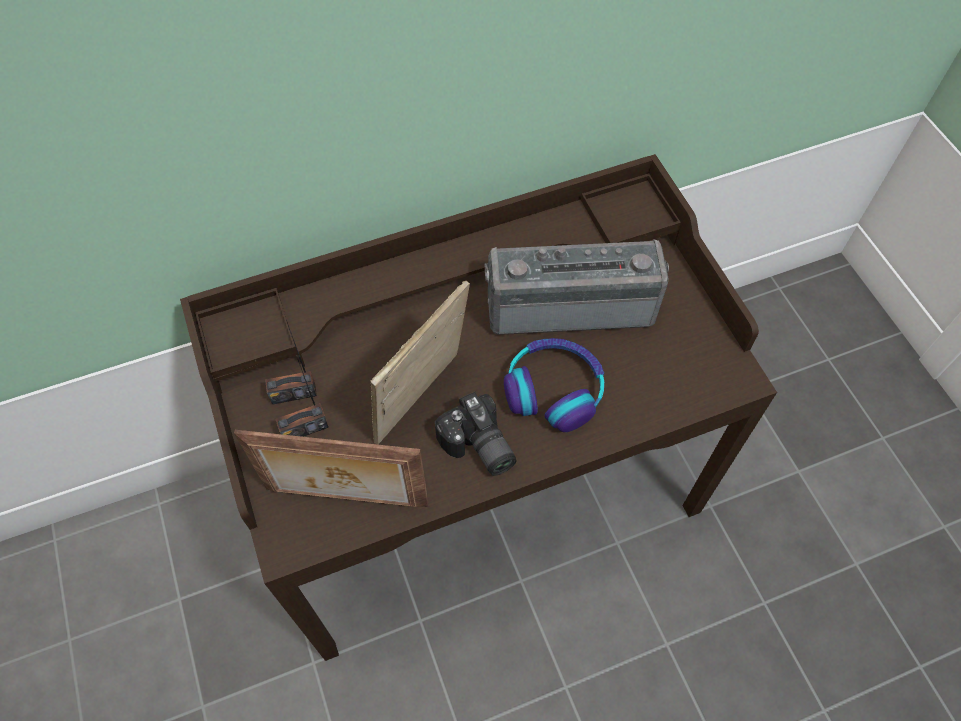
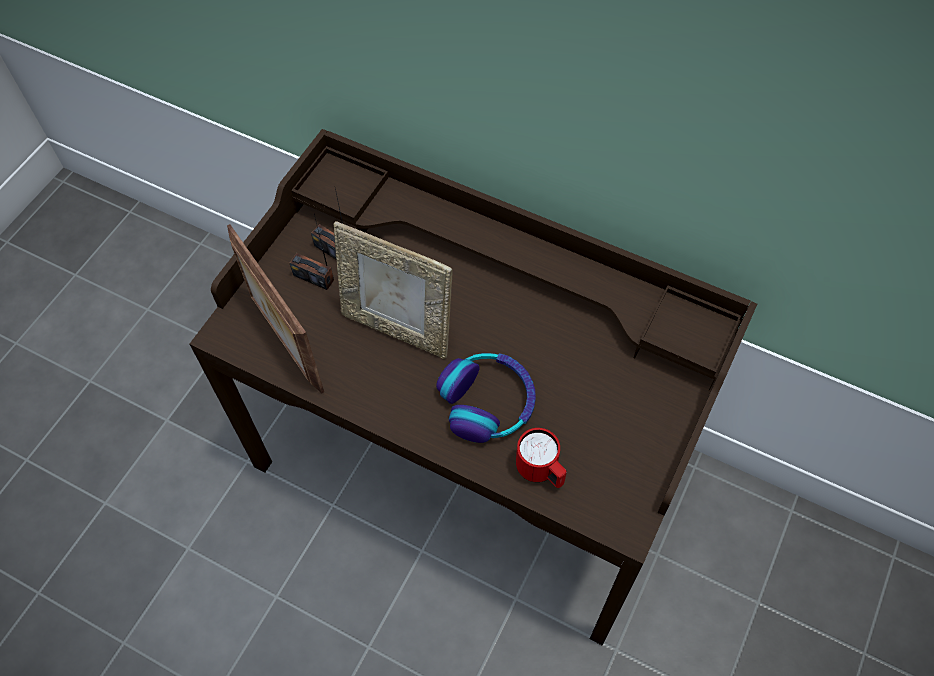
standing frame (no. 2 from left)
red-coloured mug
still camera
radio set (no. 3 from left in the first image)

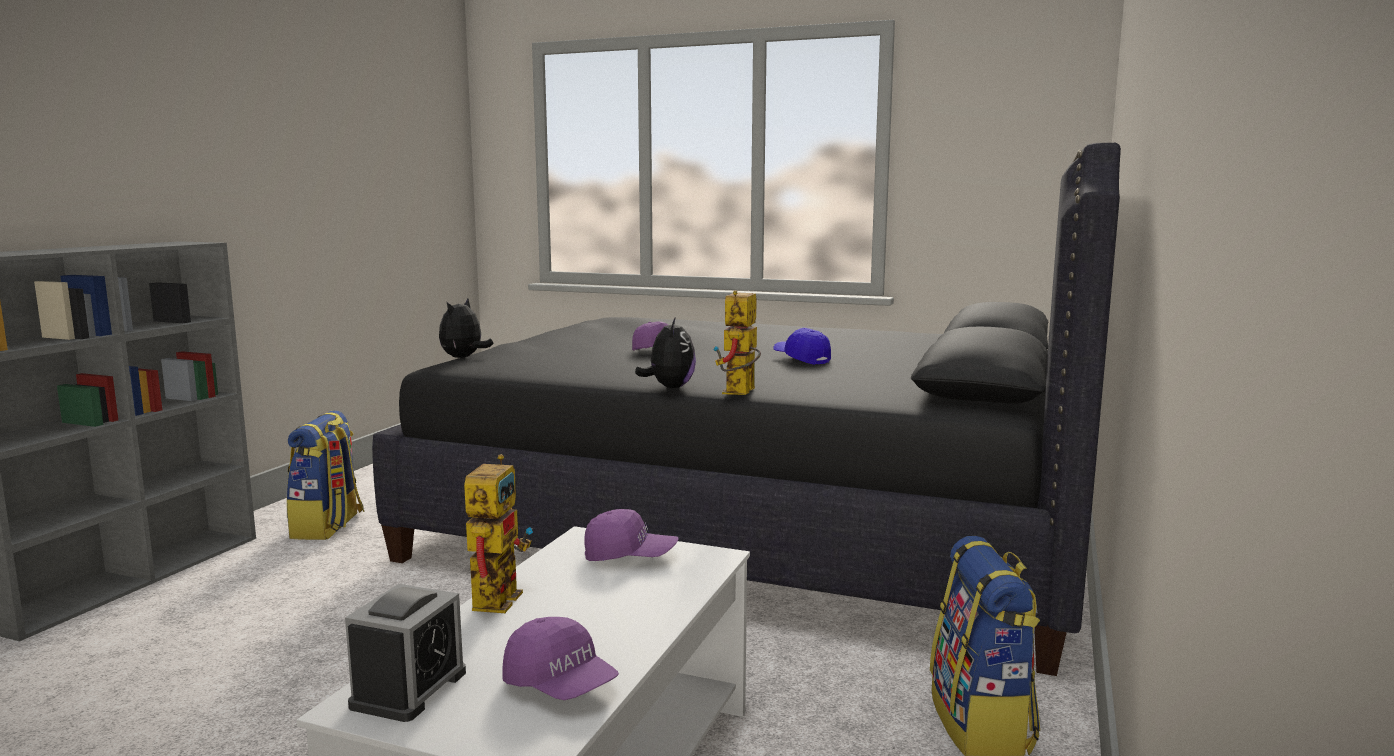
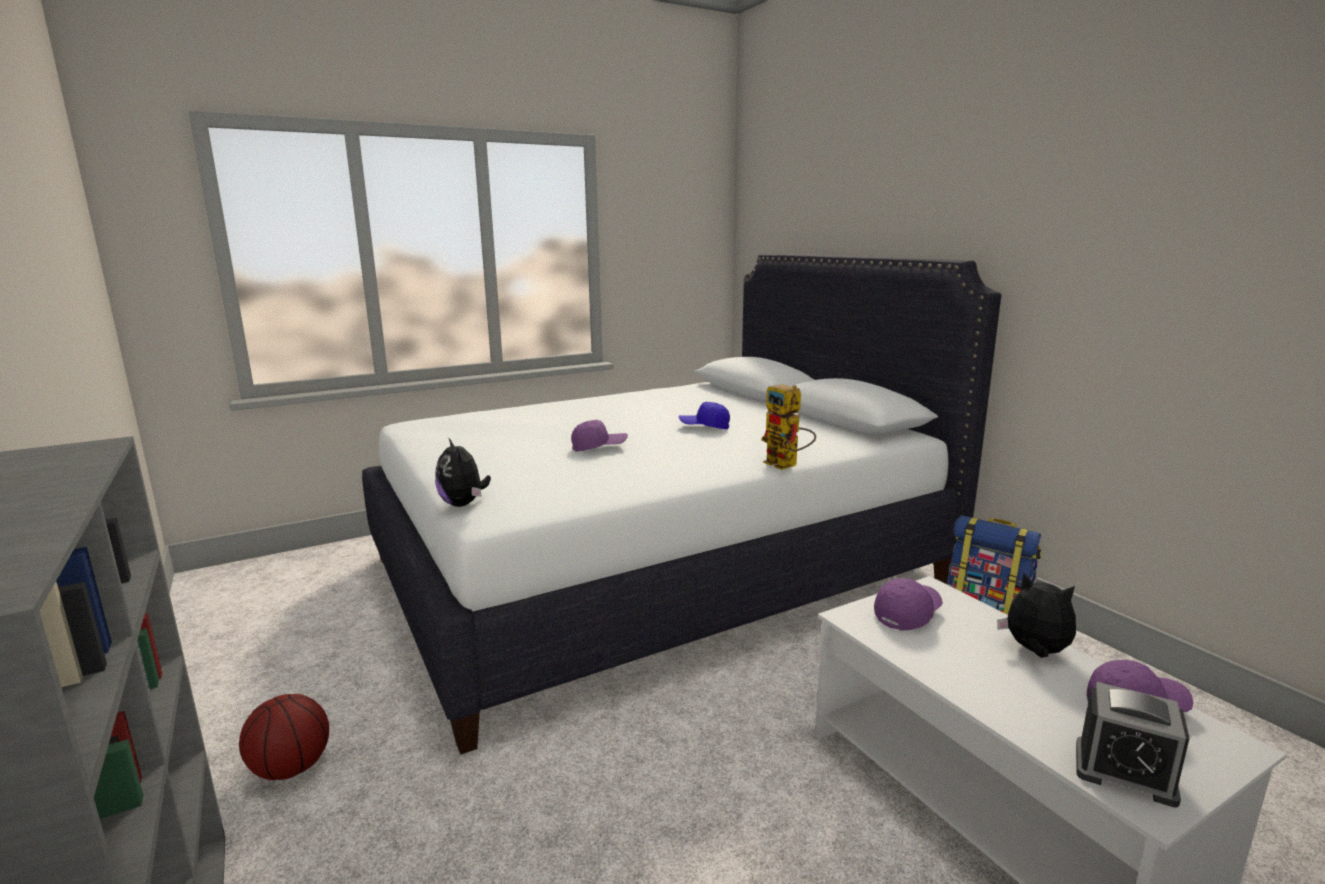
ball for basketball
whitish bed
plush toy (no. 2 from left)
bedside clock
robot figure (no. 1 from left in the first image)

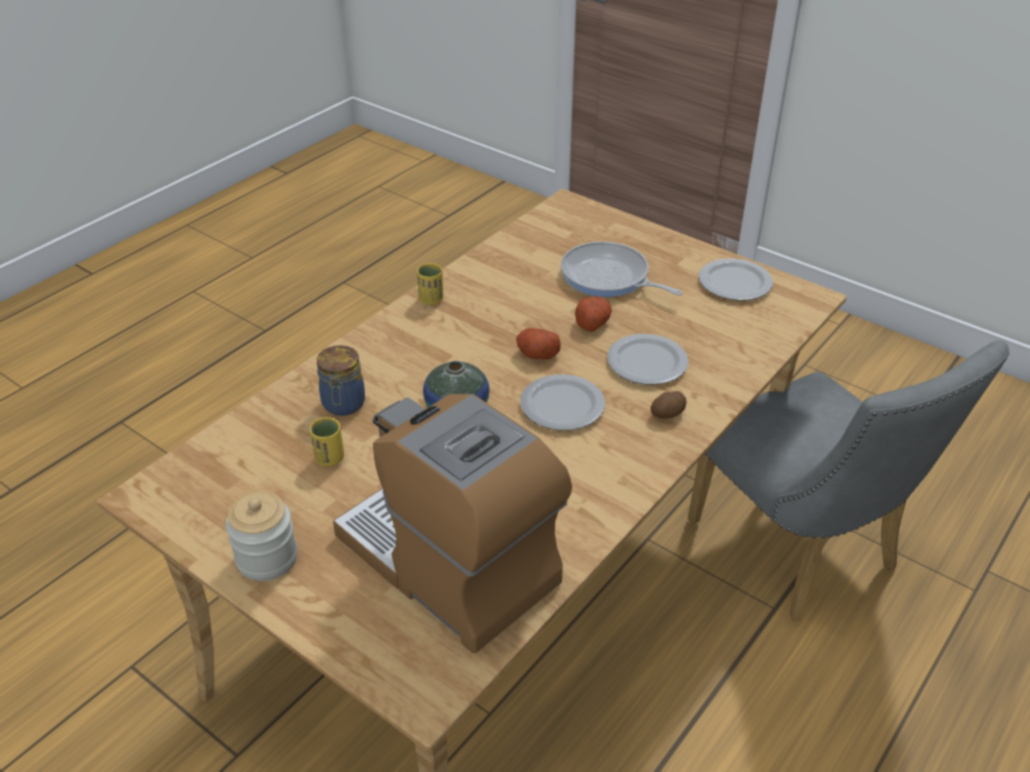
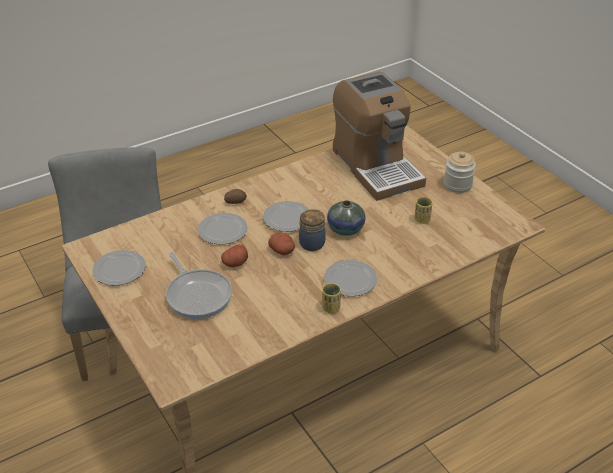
preserve jar (no. 1 from left)
flat dish (no. 4 from left)

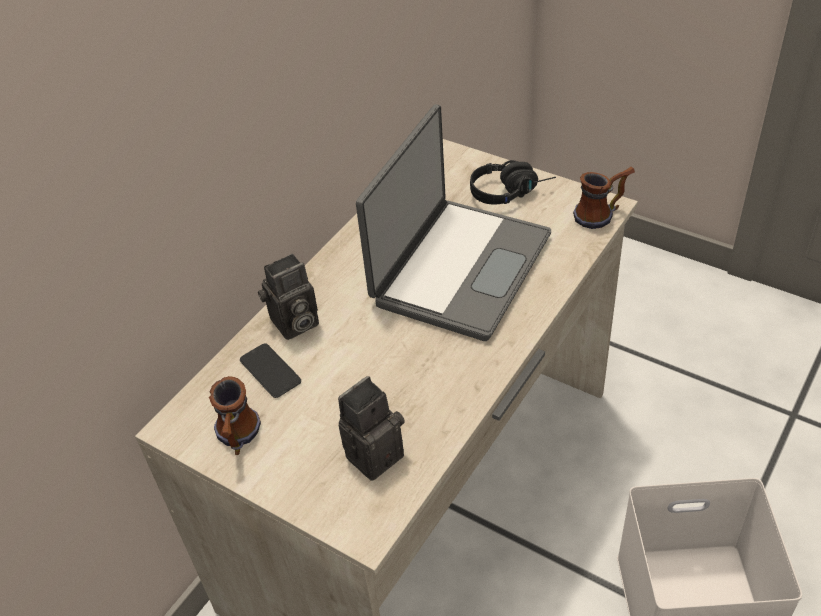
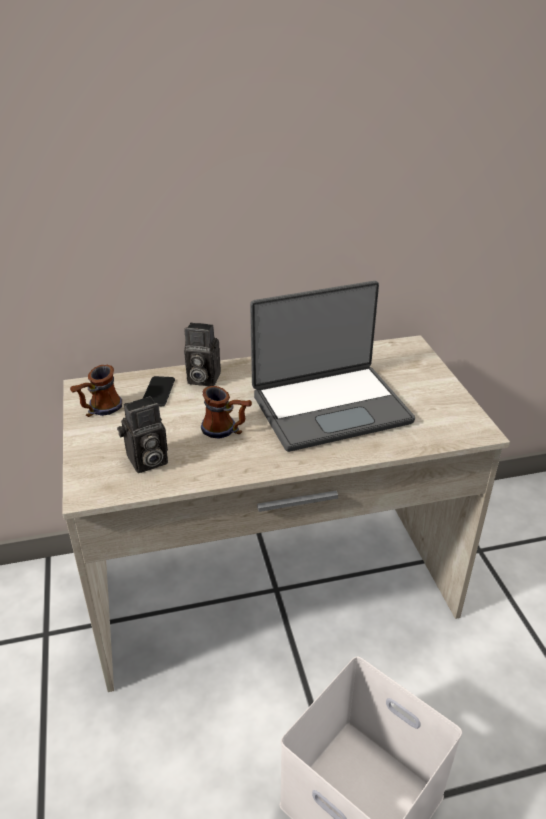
still camera (no. 1 from left)
mug (no. 2 from left)
black pair of headphones

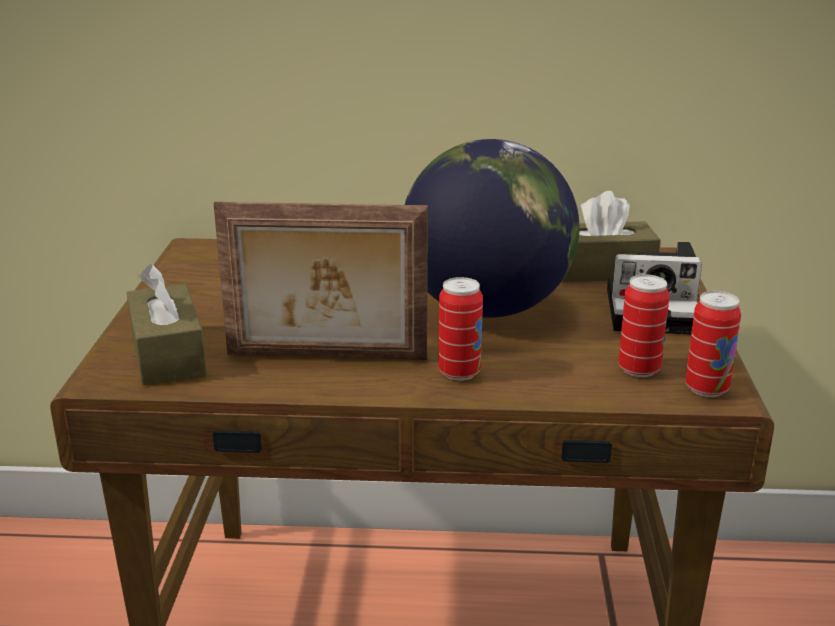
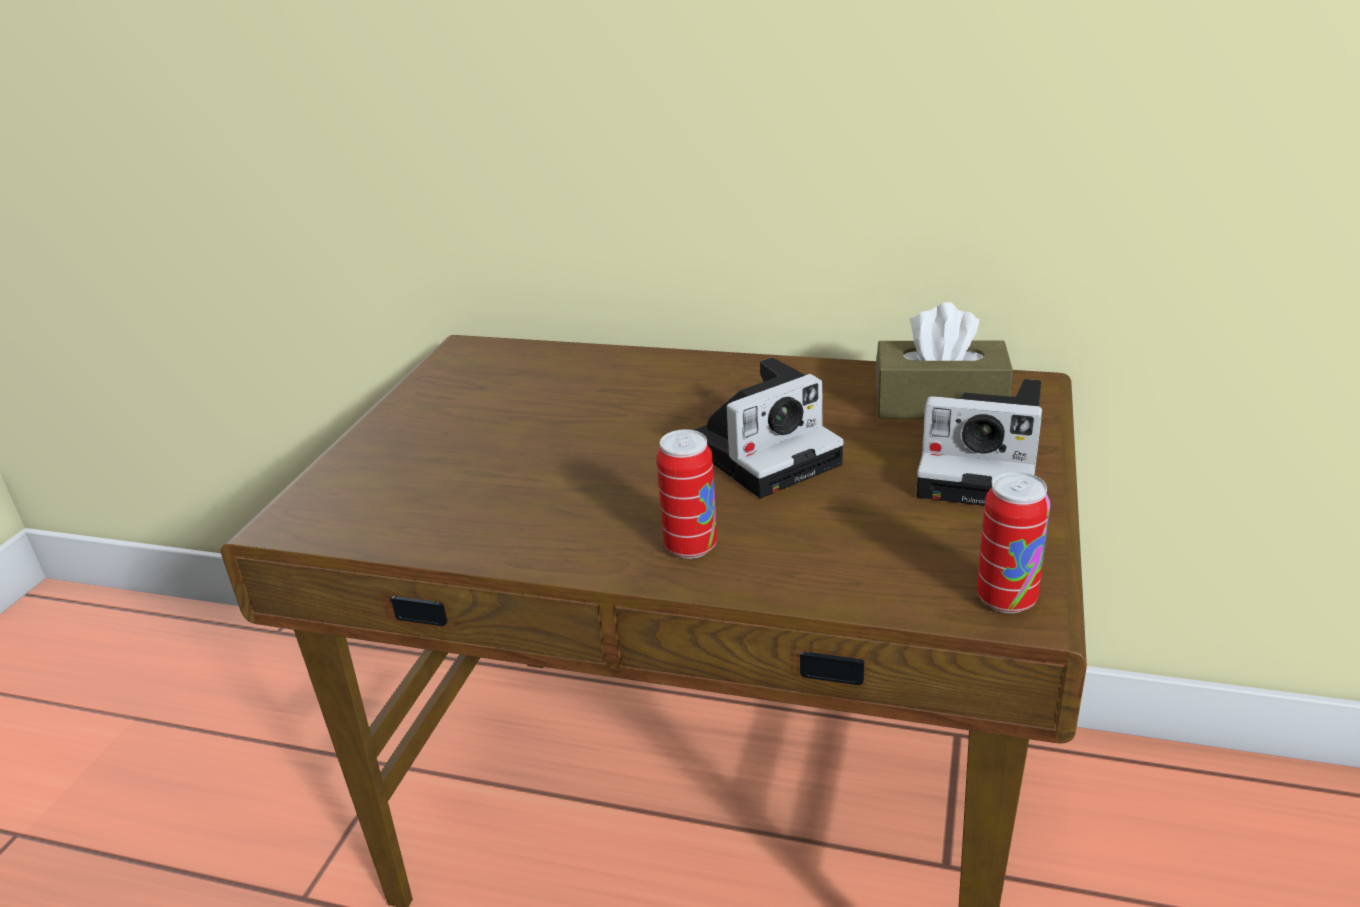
still camera (no. 1 from left)
brown tissue holder (no. 1 from left in the first image)
standing frame
metal can (no. 2 from left in the first image)

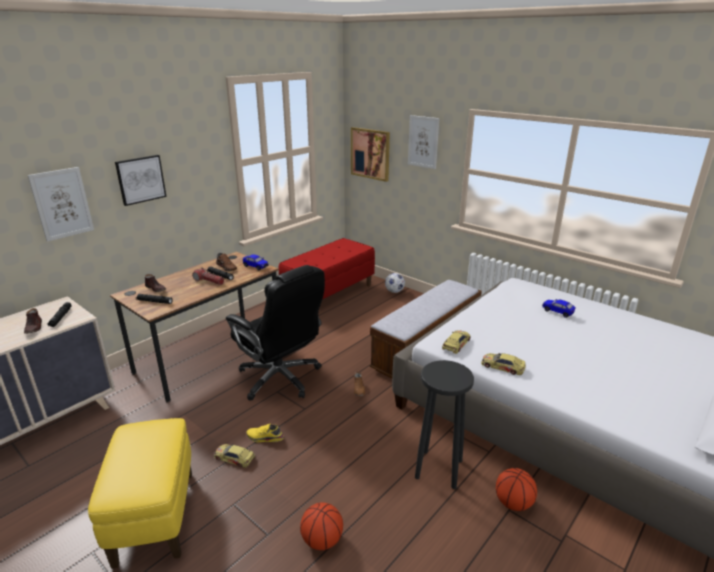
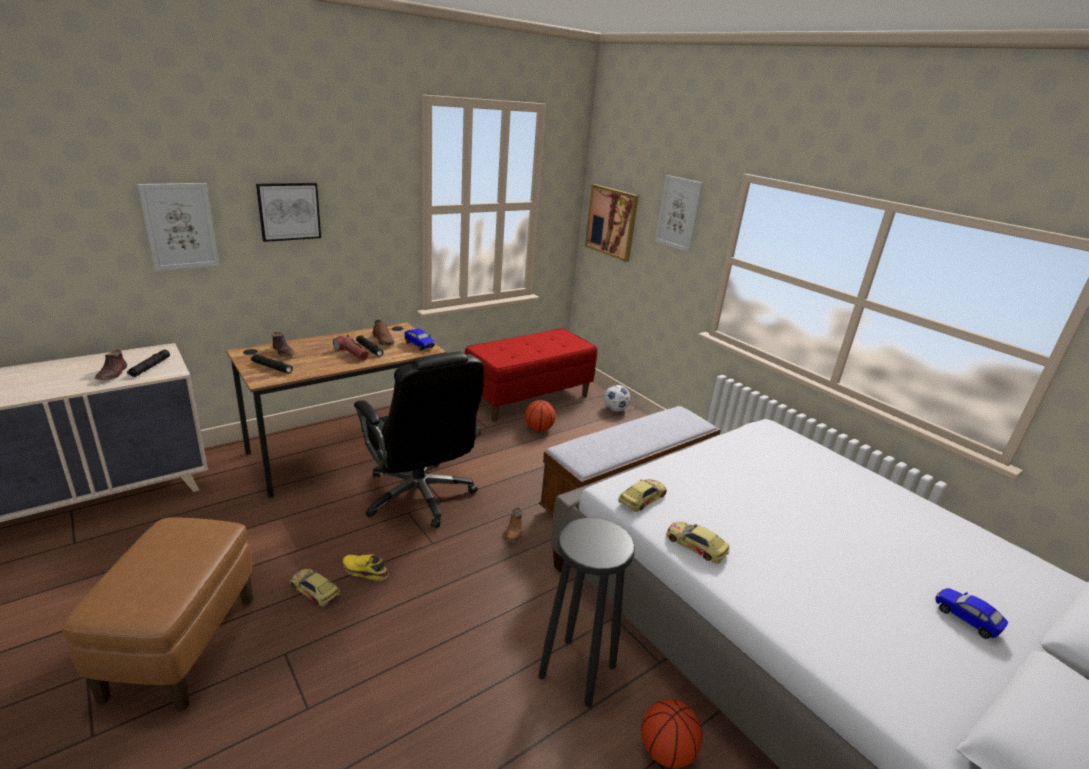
brown footrest
ball for basketball (no. 1 from left)
toy car (no. 5 from left)

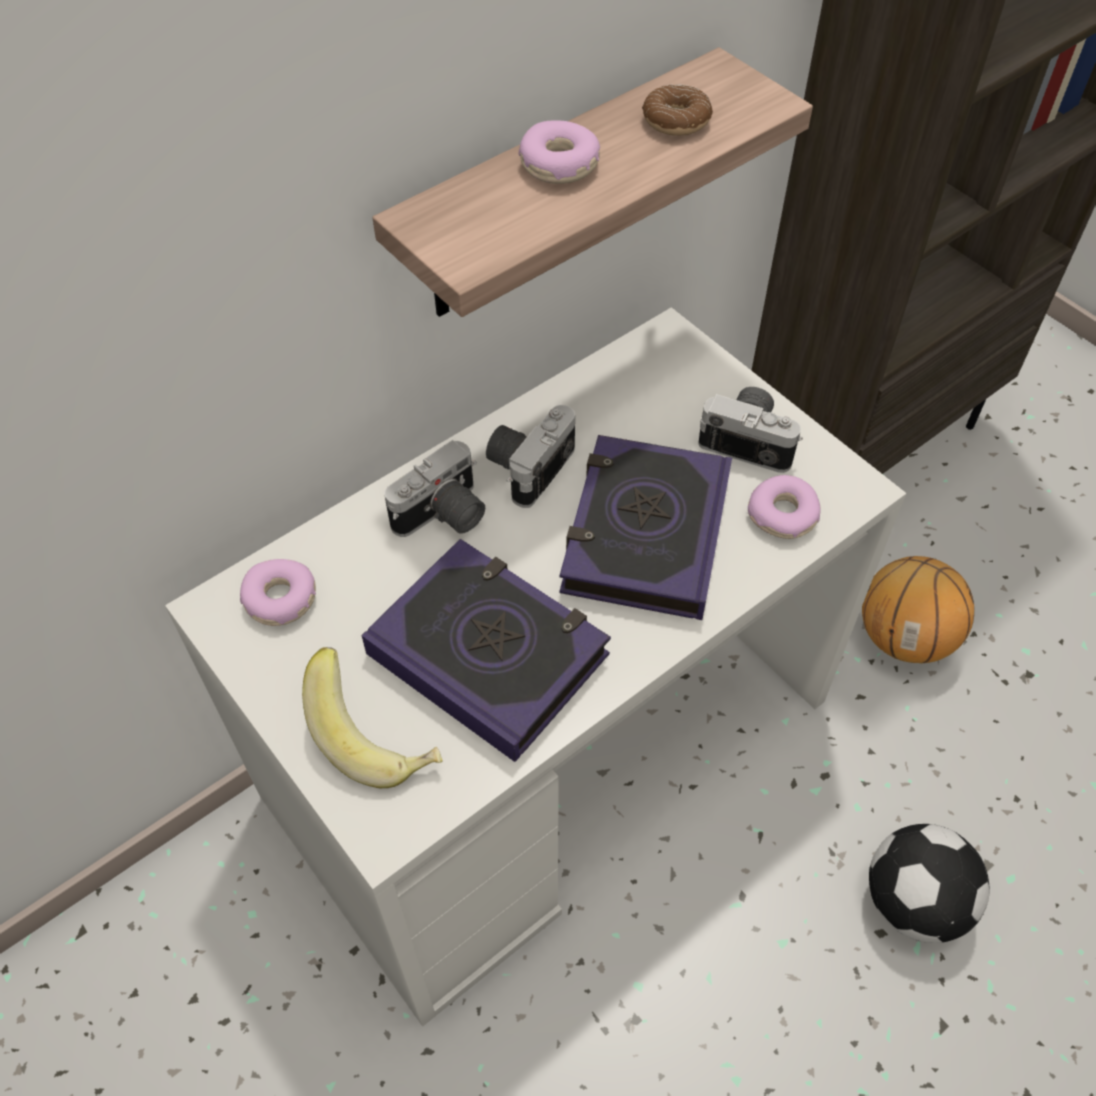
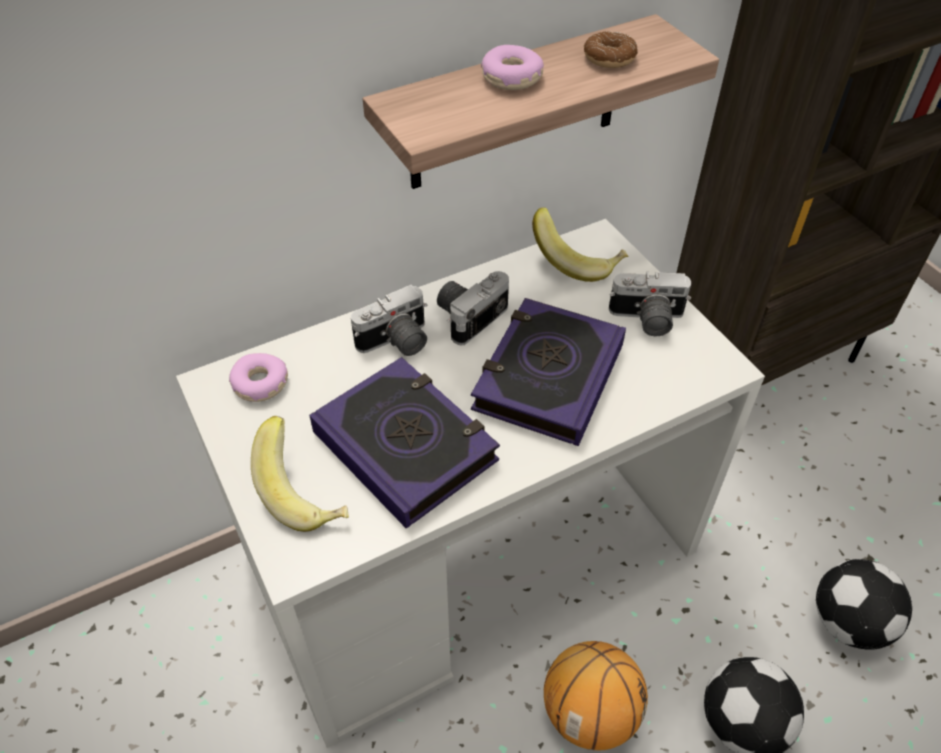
banana fruit (no. 2 from left)
ball for basketball
still camera (no. 3 from left)
ball for football (no. 2 from left)
ring doughnut (no. 4 from left in the first image)

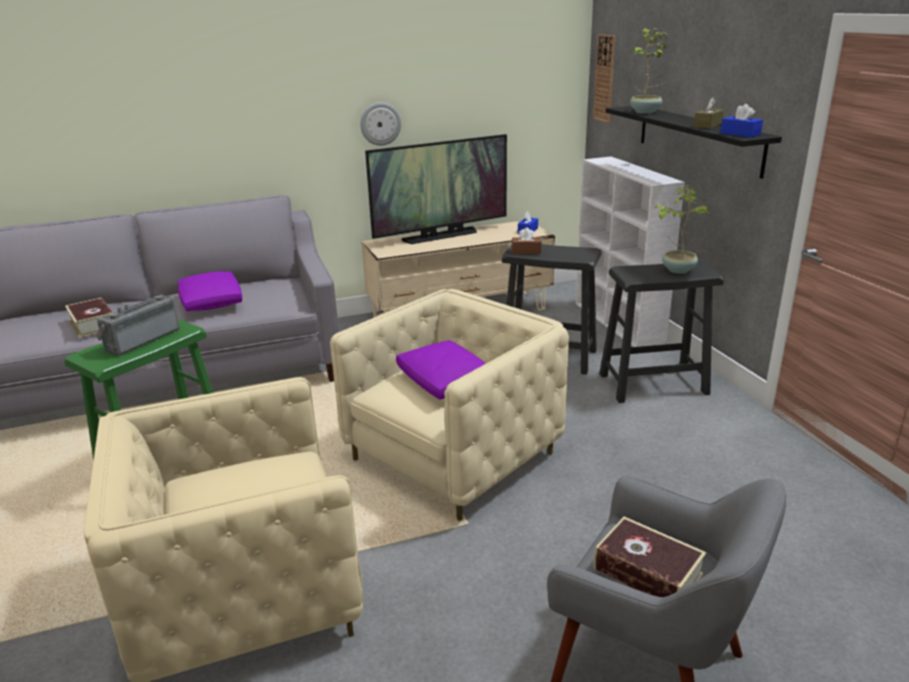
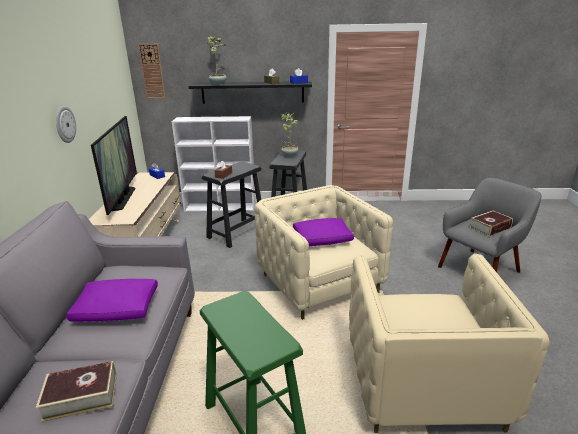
radio set

